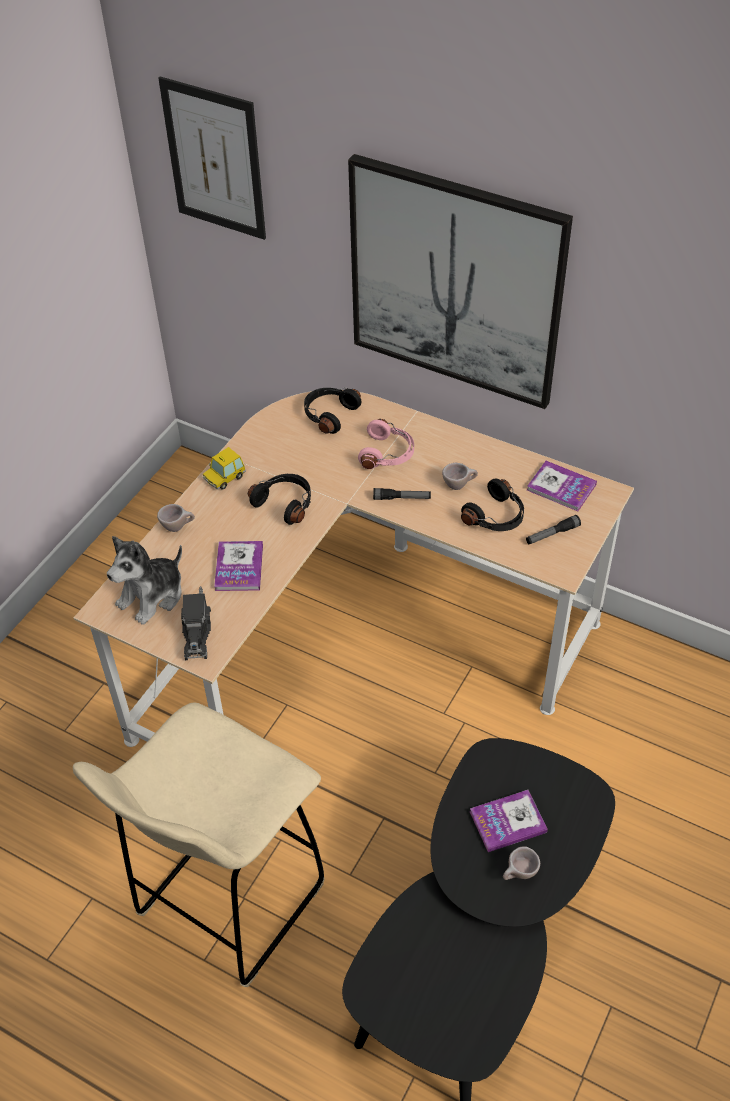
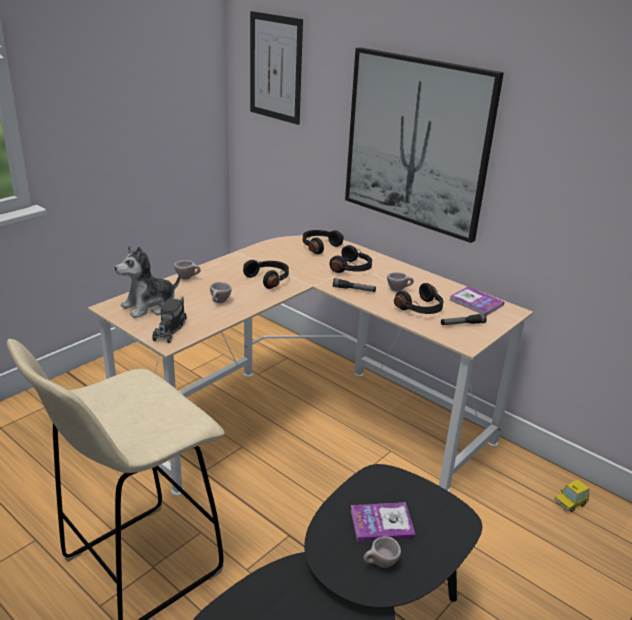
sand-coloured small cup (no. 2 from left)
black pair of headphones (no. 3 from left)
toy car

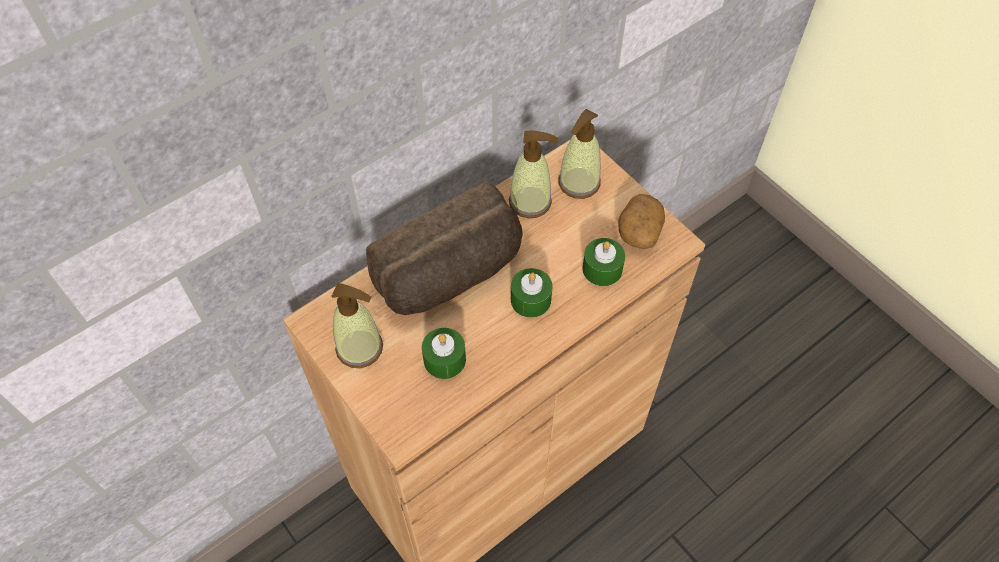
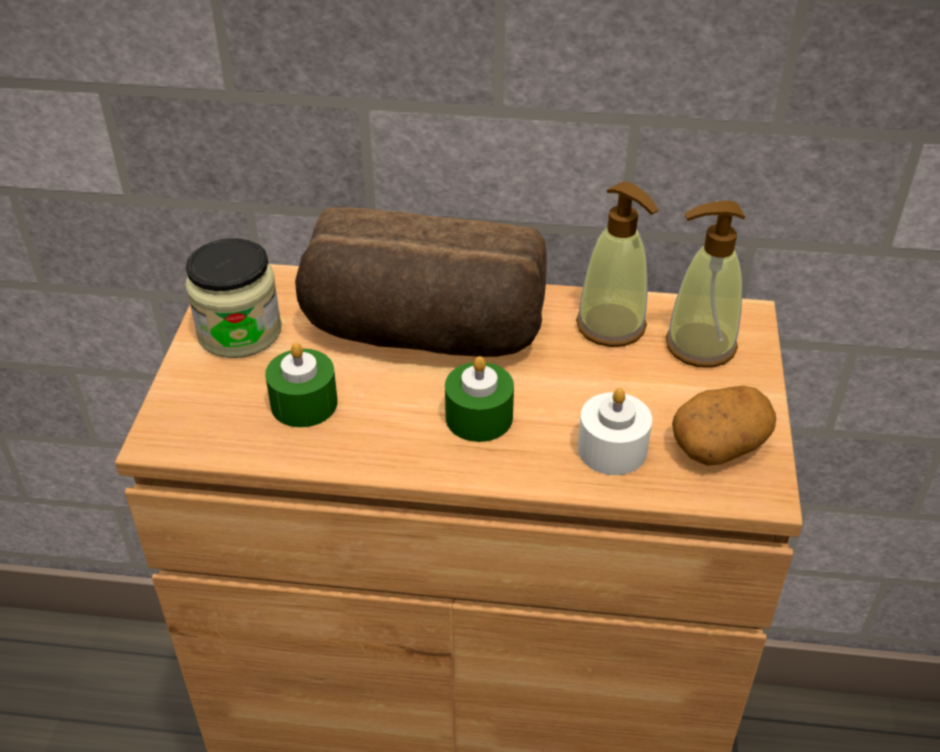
preserve jar
whitish wax light

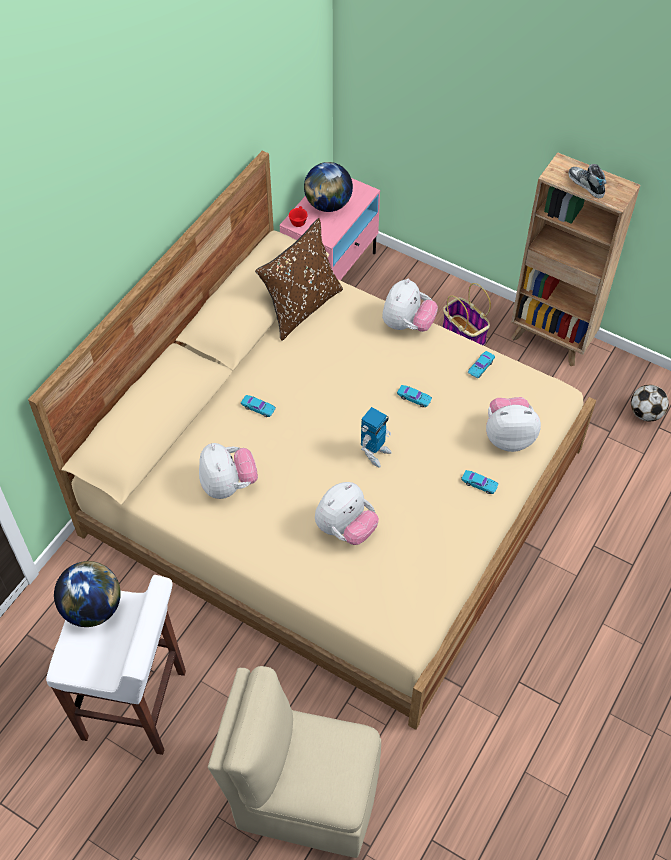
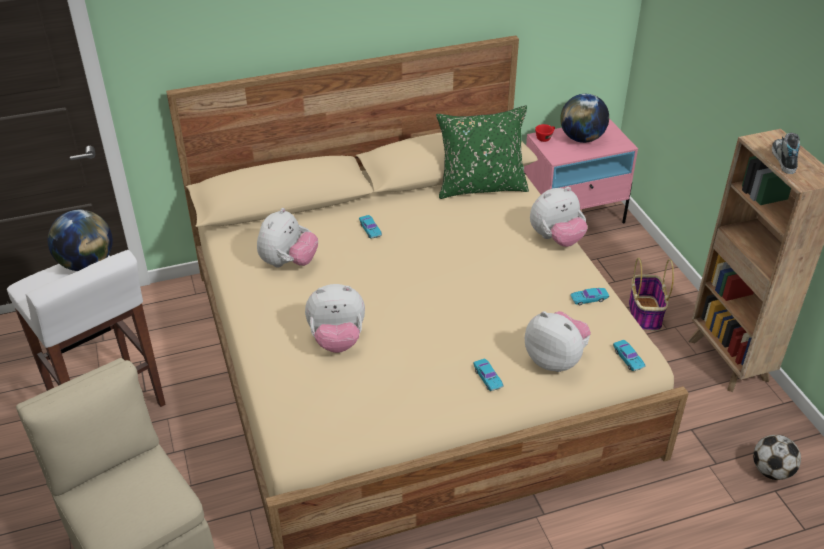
green throw pillow
turquoise toy car (no. 4 from left)
robot figure

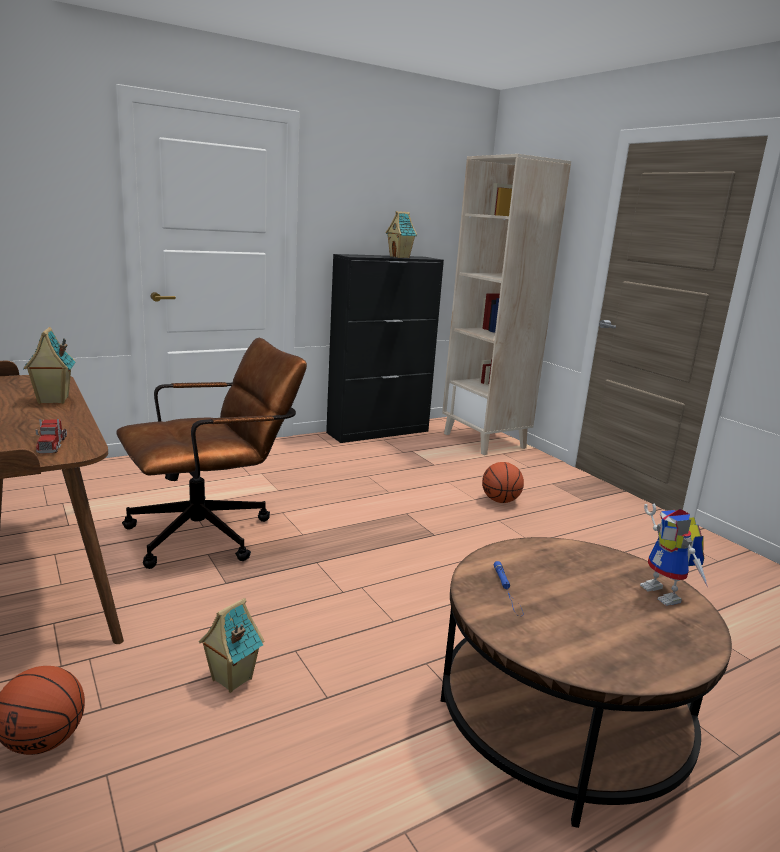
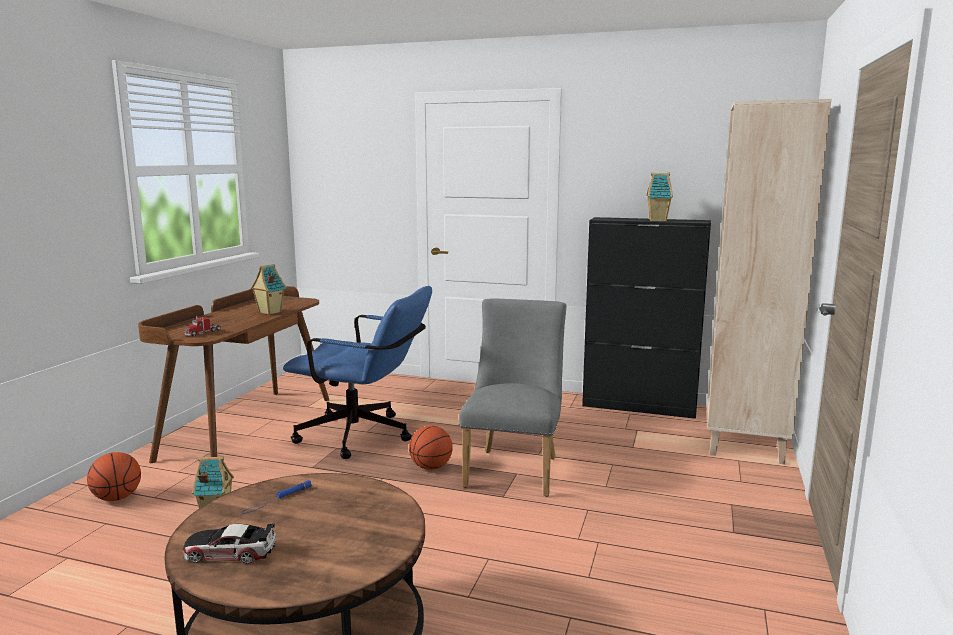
toy car
blue desk chair
ball for basketball (no. 2 from left)
gray chair
robot figure

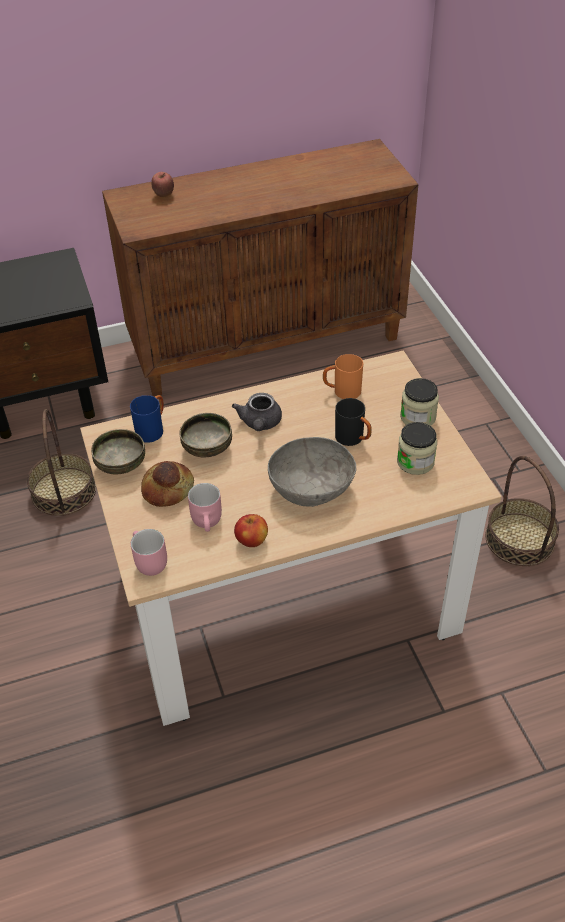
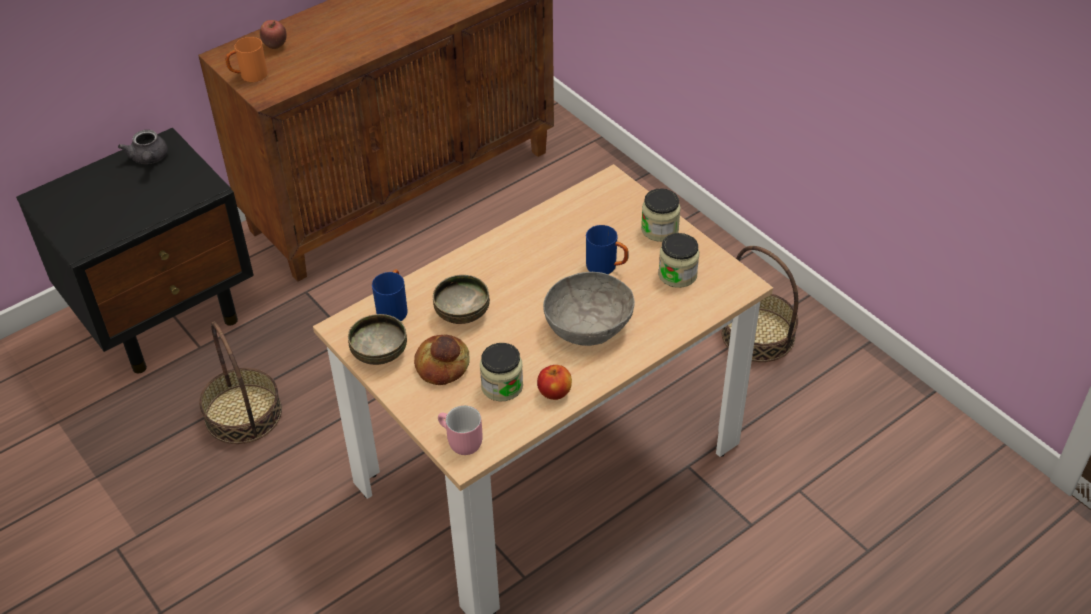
gray teapot
orange mug
preserve jar (no. 1 from left)
blue mug (no. 2 from left)

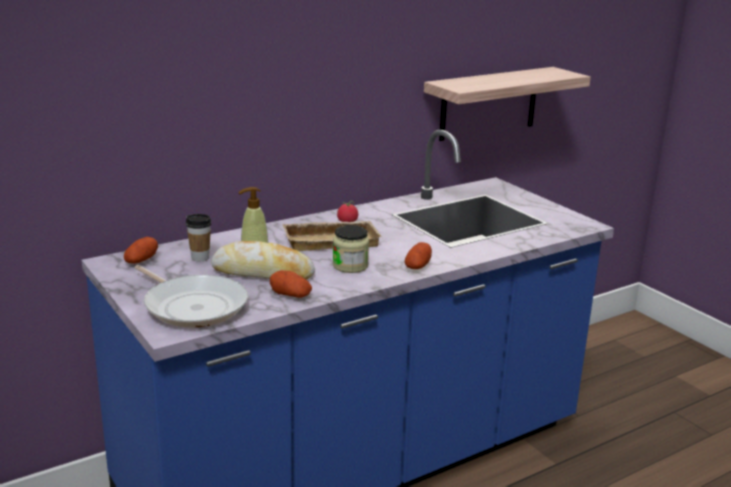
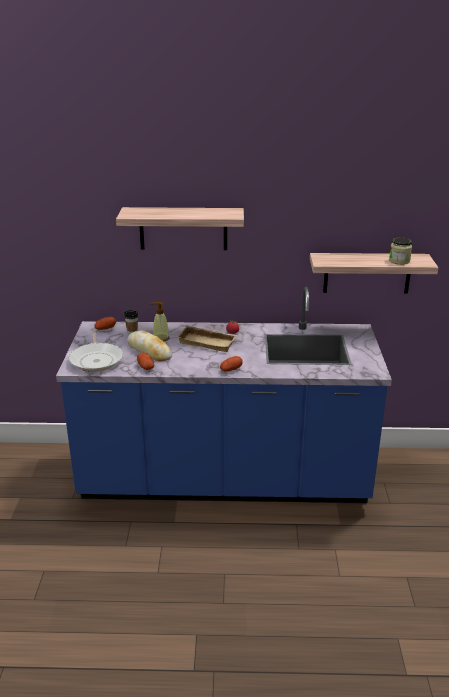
wall shelf (no. 1 from left)
preserve jar

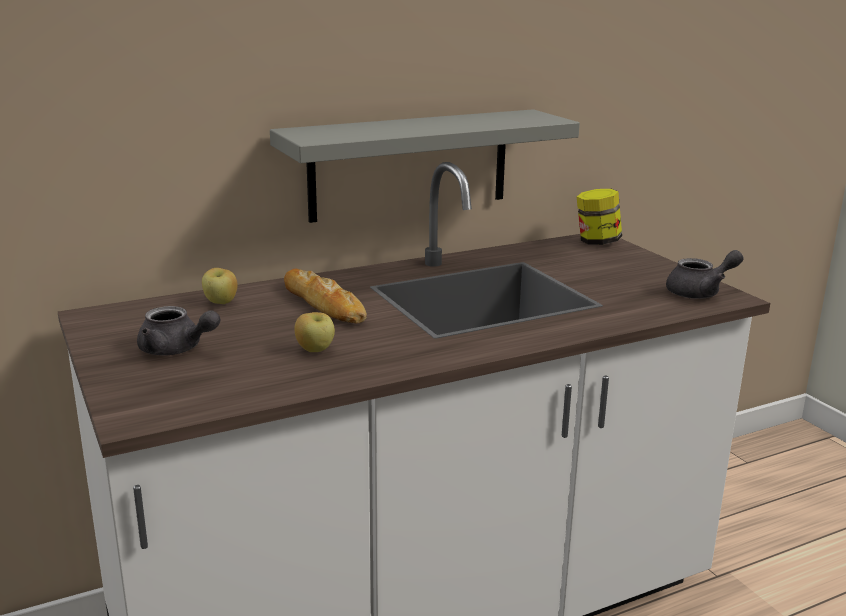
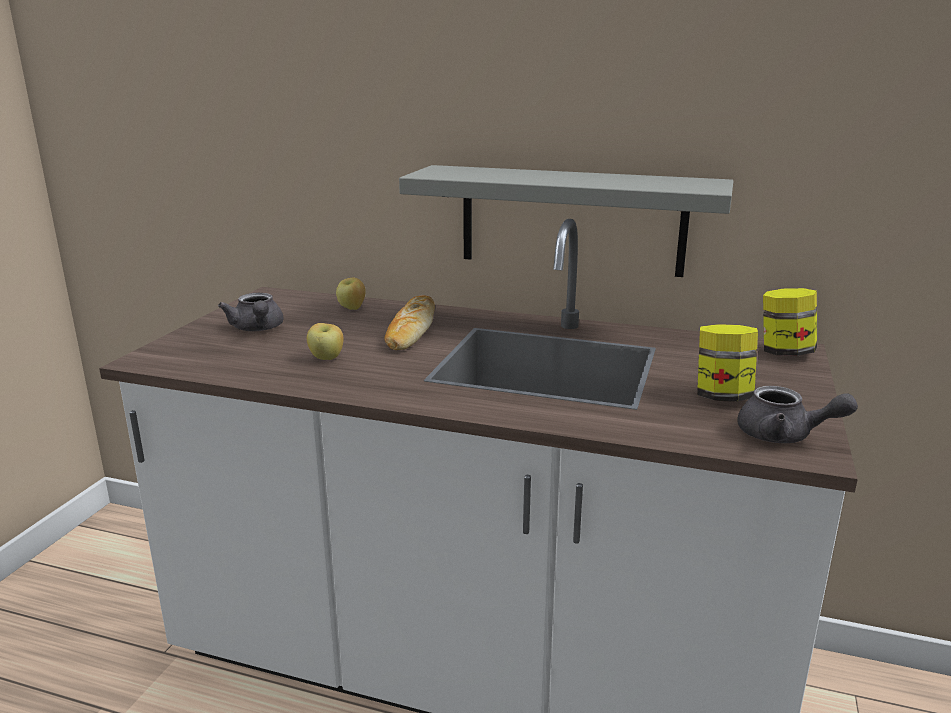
preserve jar (no. 1 from left)

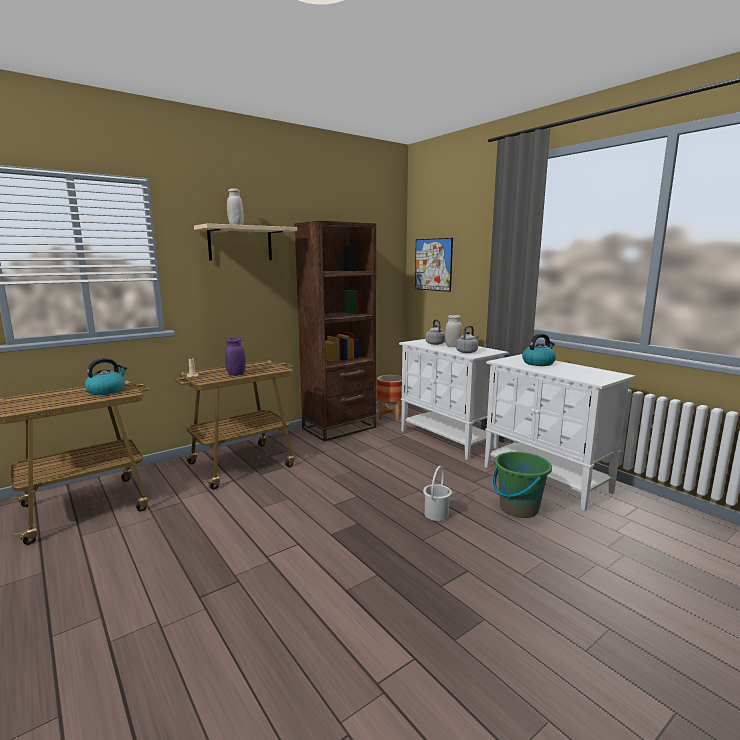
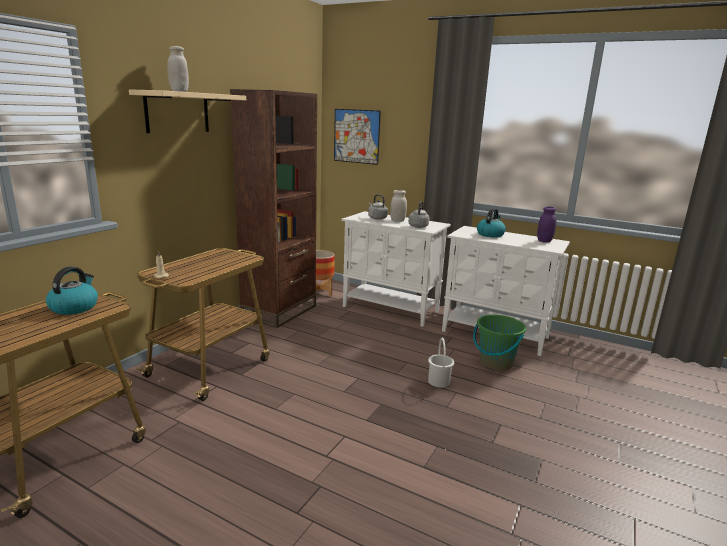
purple-coloured preserve jar

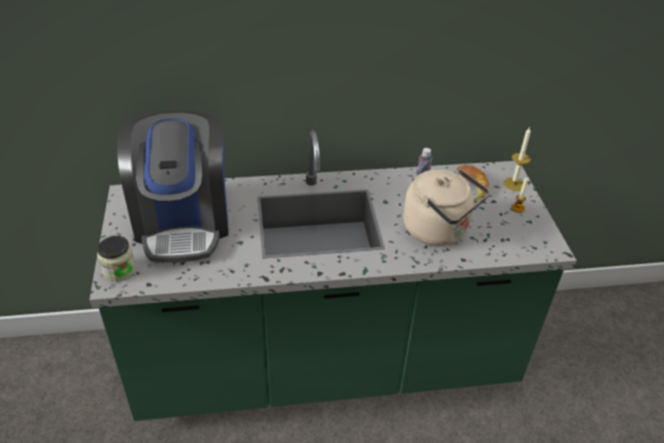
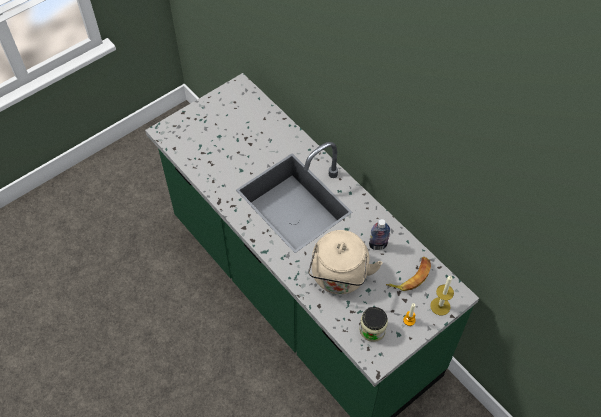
preserve jar
coffee brewer

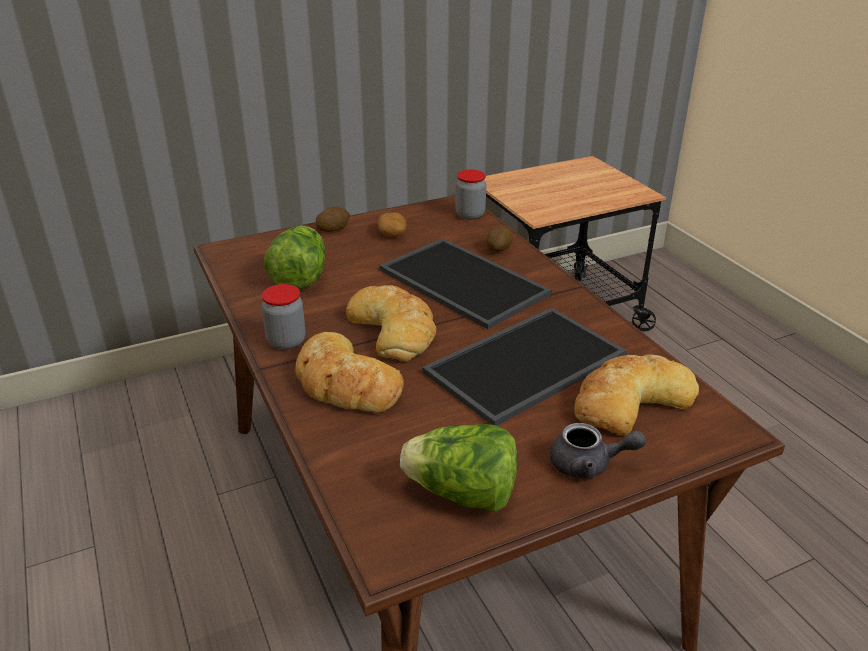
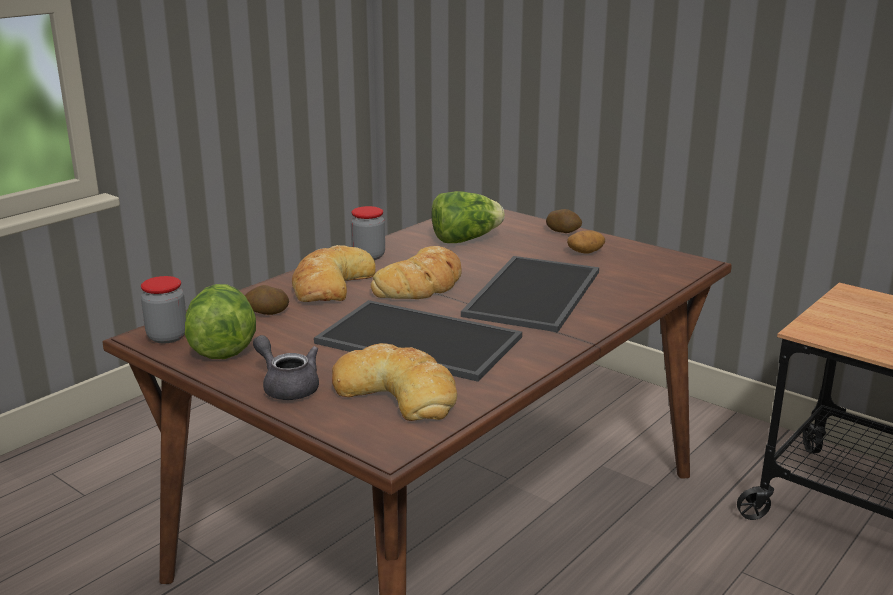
preserve jar (no. 1 from left)
spud (no. 1 from left)
gray teapot

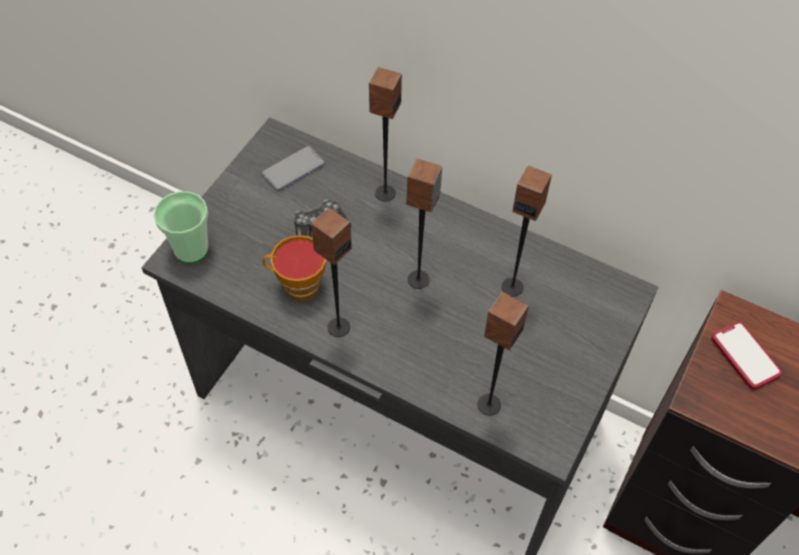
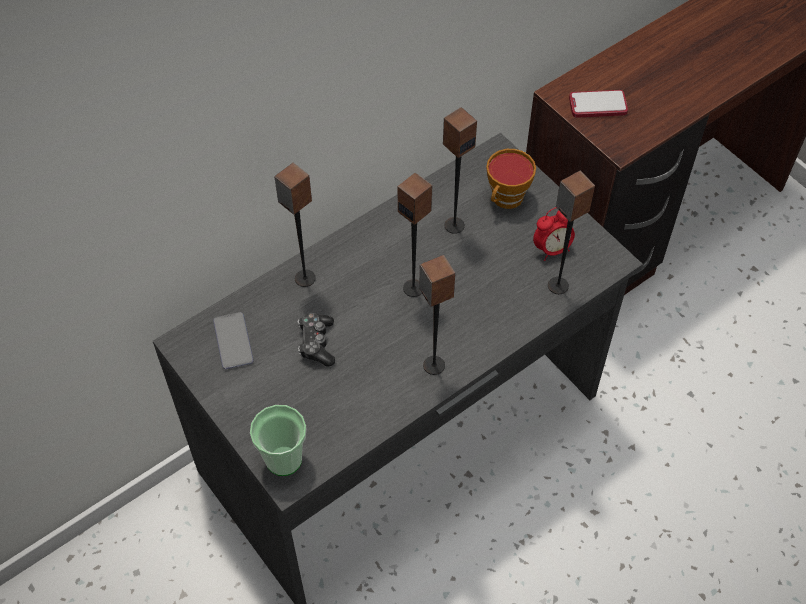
small cup (no. 2 from left)
bedside clock

